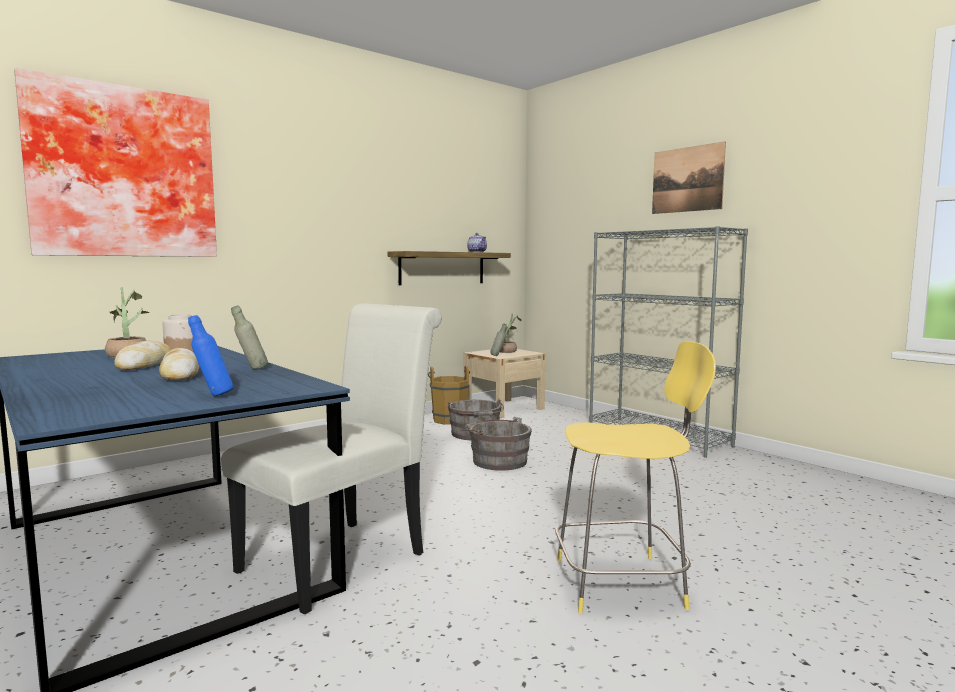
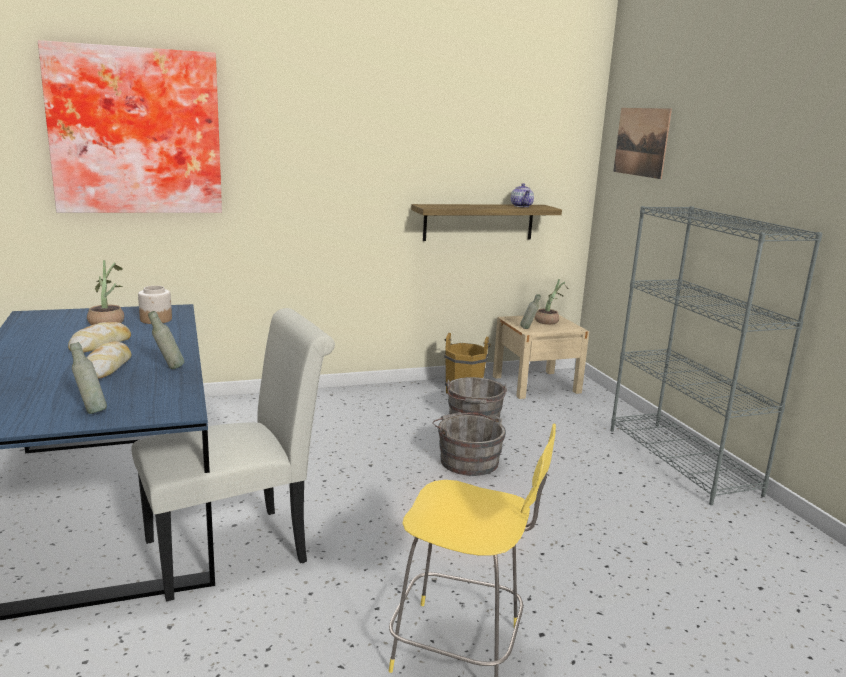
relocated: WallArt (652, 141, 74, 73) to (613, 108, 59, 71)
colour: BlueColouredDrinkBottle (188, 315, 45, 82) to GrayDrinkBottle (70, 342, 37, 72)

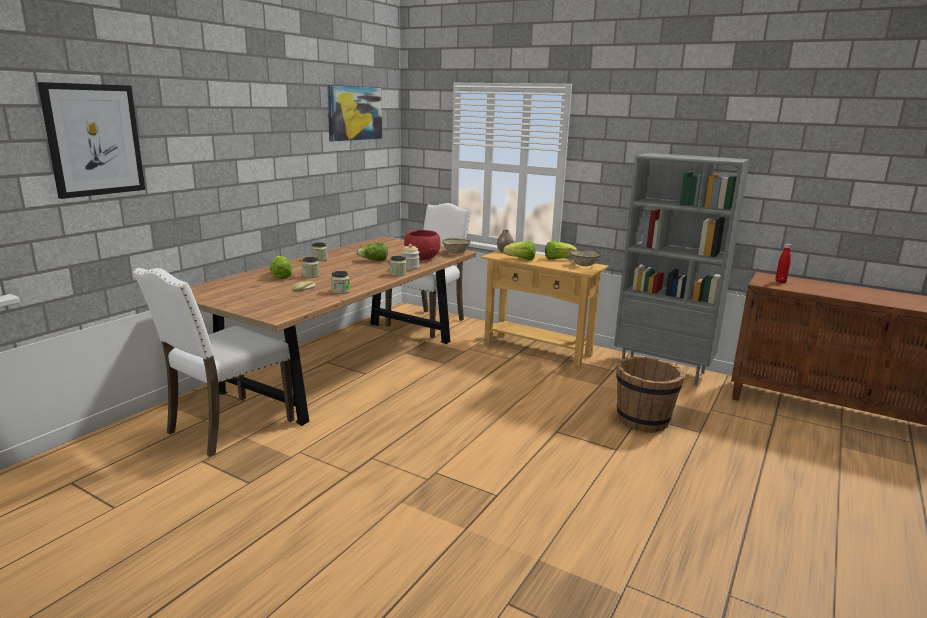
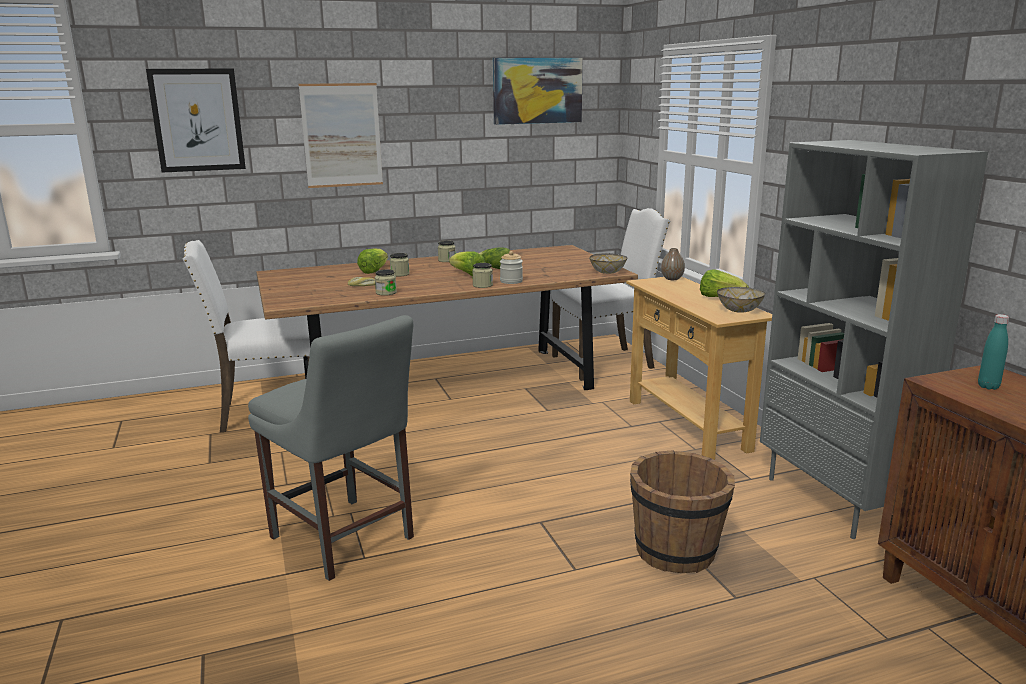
missing: ReddishBowl (404, 230, 37, 30)
appeared: WallArt (299, 83, 84, 105); GrayUprightChair (248, 315, 166, 266)
relocated: HeadOfLettuce (503, 241, 33, 19) to (449, 251, 36, 25)
colour: ReddishDrinkBottle (775, 244, 16, 39) to TurquoiseDrinkBottle (978, 314, 31, 76)

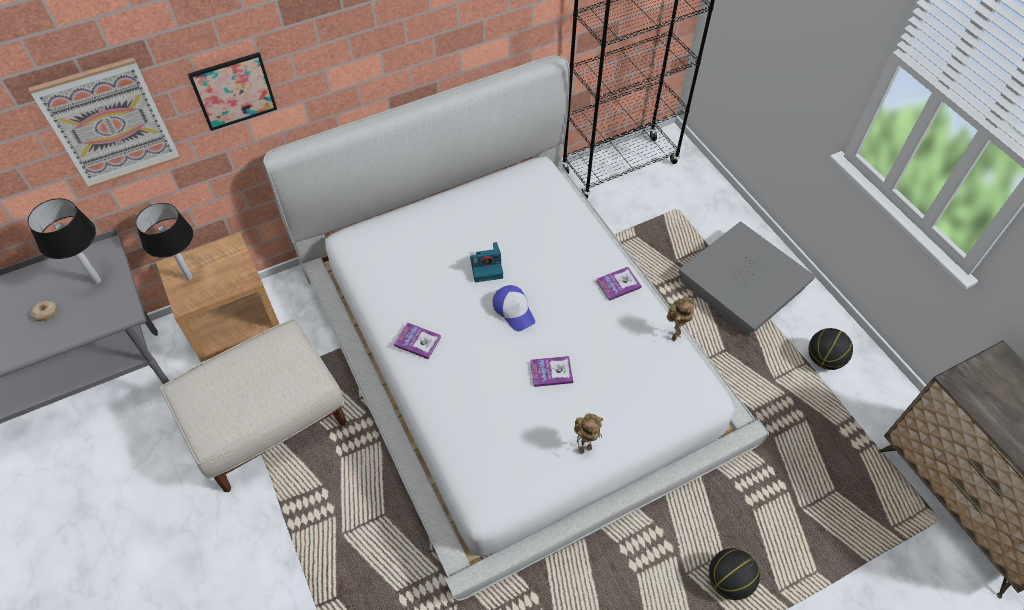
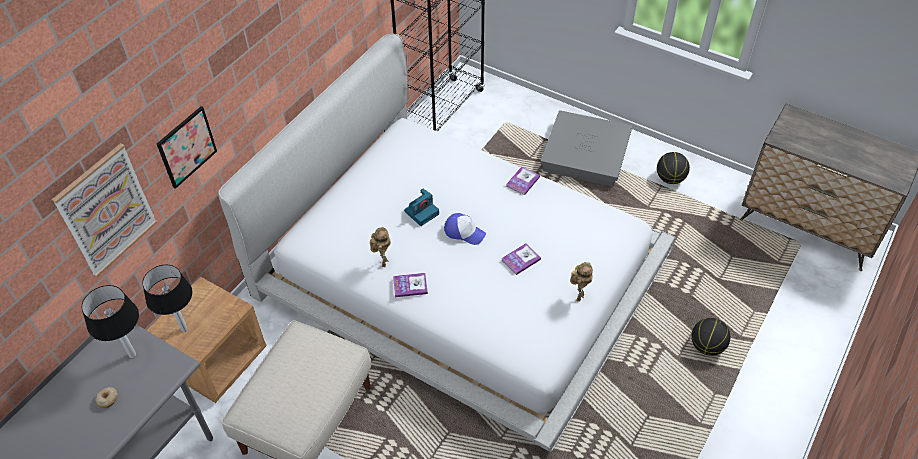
relocated: ModelRobot (667, 297, 28, 44) to (370, 227, 21, 40)

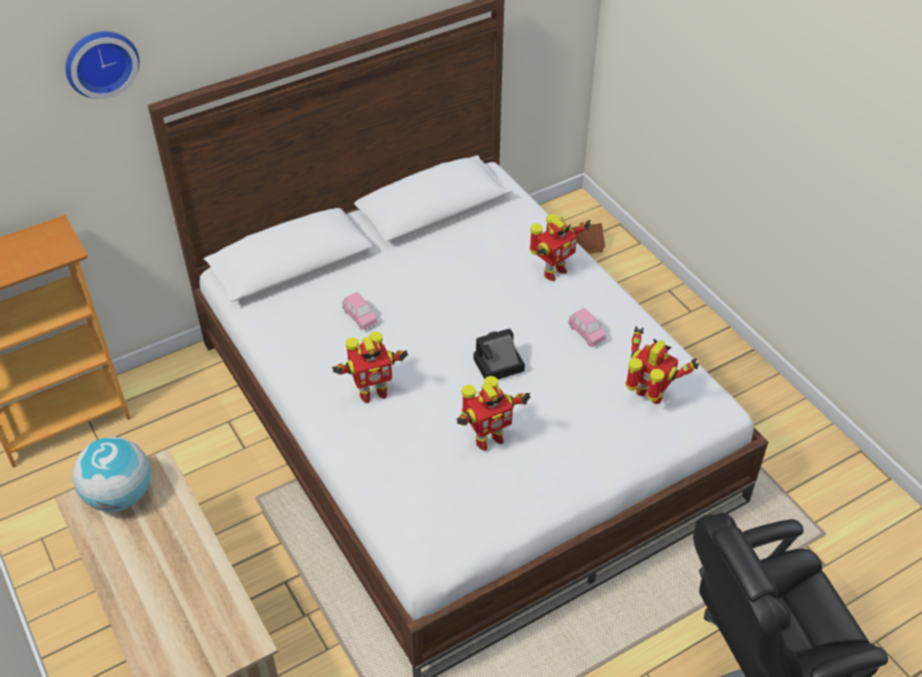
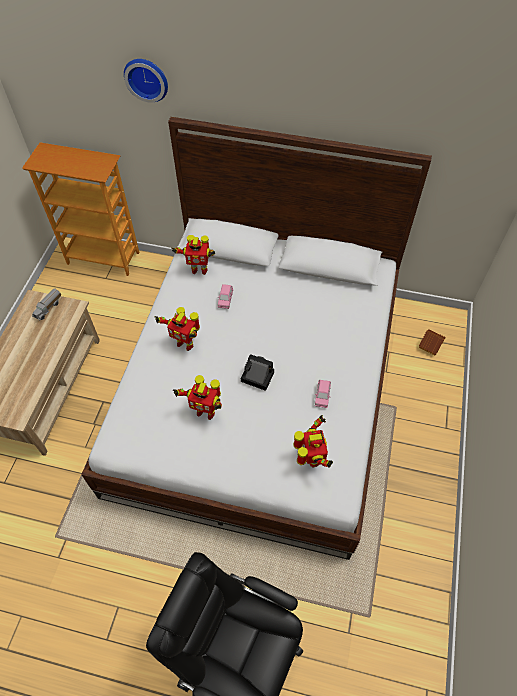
relocated: ModelRobot (530, 214, 61, 67) to (171, 235, 44, 40)
exchanged: DeskGlobe (73, 437, 78, 75) to ToyTruck (32, 288, 29, 32)

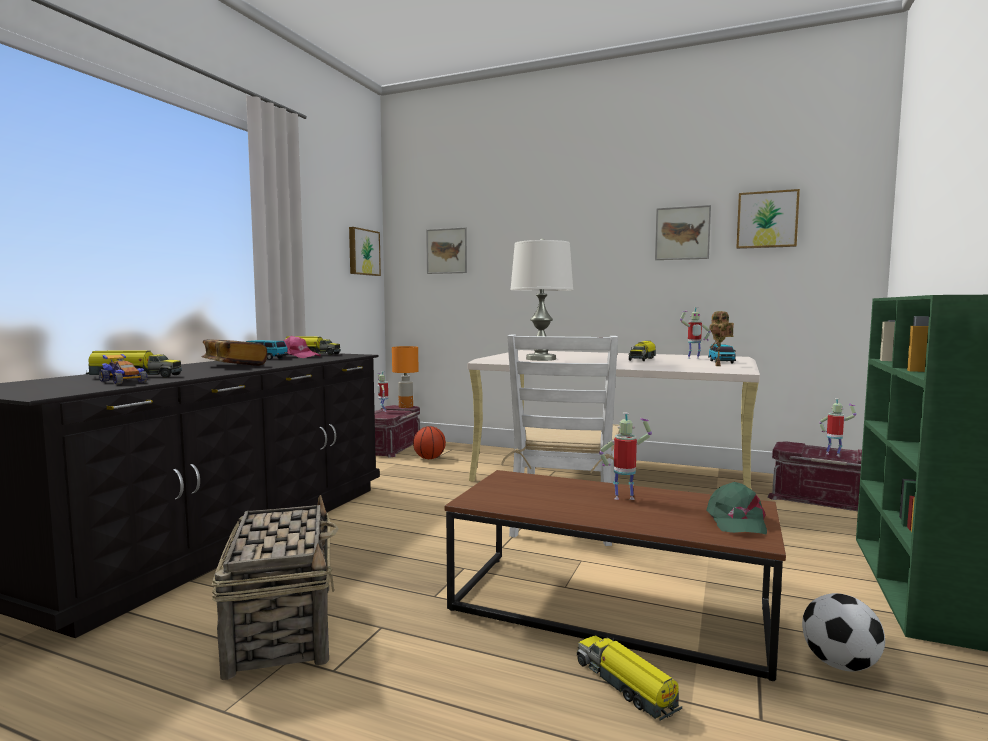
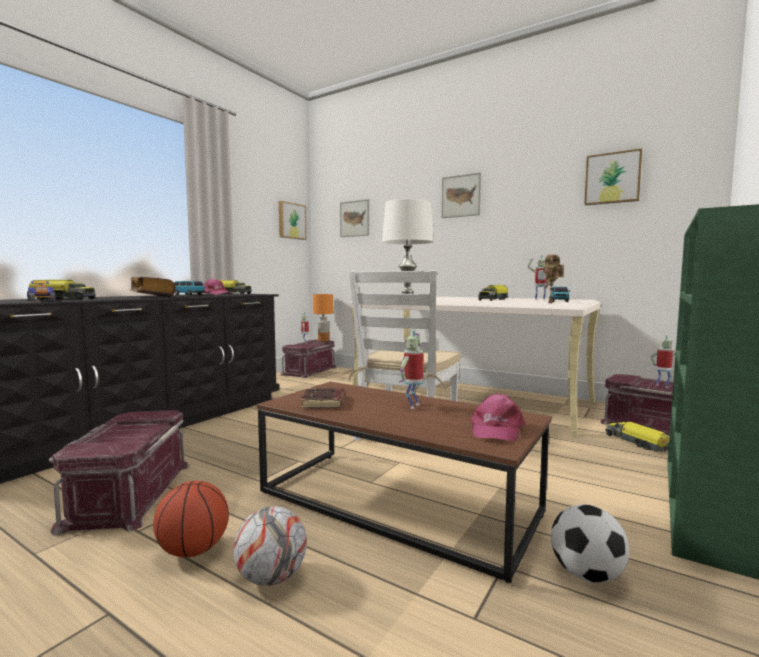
appeared: BrownVolume (301, 388, 44, 20); FootballBall (233, 506, 74, 80)
relocated: WallArt (655, 205, 56, 55) to (442, 173, 39, 45); Basketball (413, 426, 33, 33) to (153, 481, 76, 77); ToyTruck (577, 635, 105, 86) to (606, 422, 63, 30)
exchanged: Basket (212, 495, 127, 185) to ReddishStorageBox (49, 410, 141, 126)
colour: GreenCap (707, 482, 60, 53) to PinkCap (471, 393, 54, 49)
spun: ModelRobot (599, 413, 53, 87) = (399, 330, 24, 79) 75 degrees counterclockwise

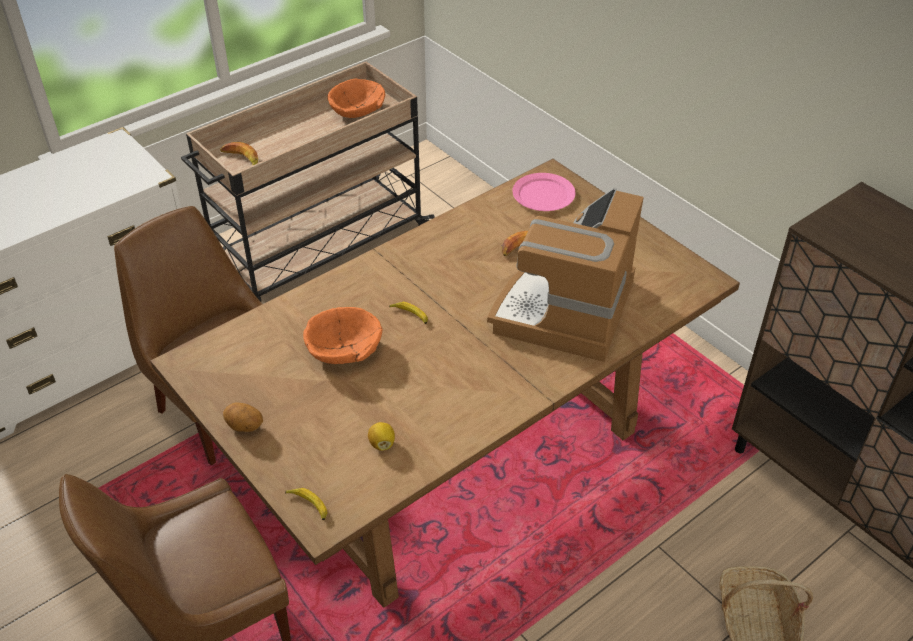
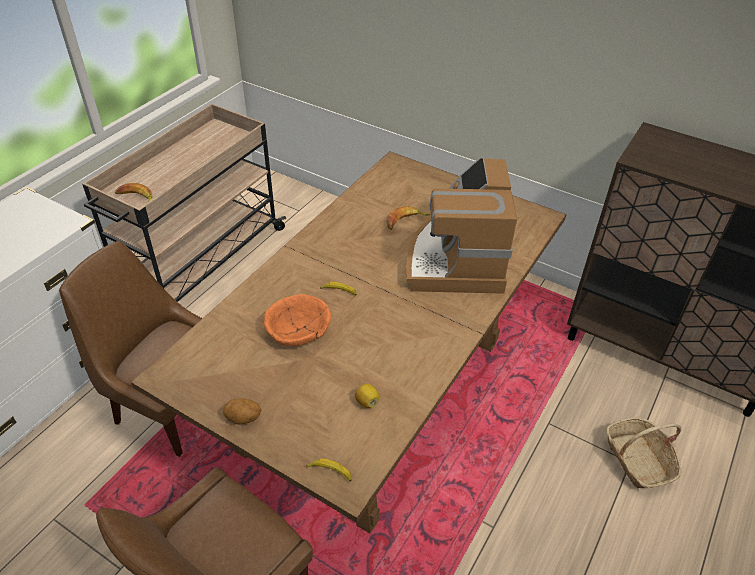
missing: OrangeyBowl (327, 79, 58, 39); PinkDinnerPlate (512, 173, 64, 38)

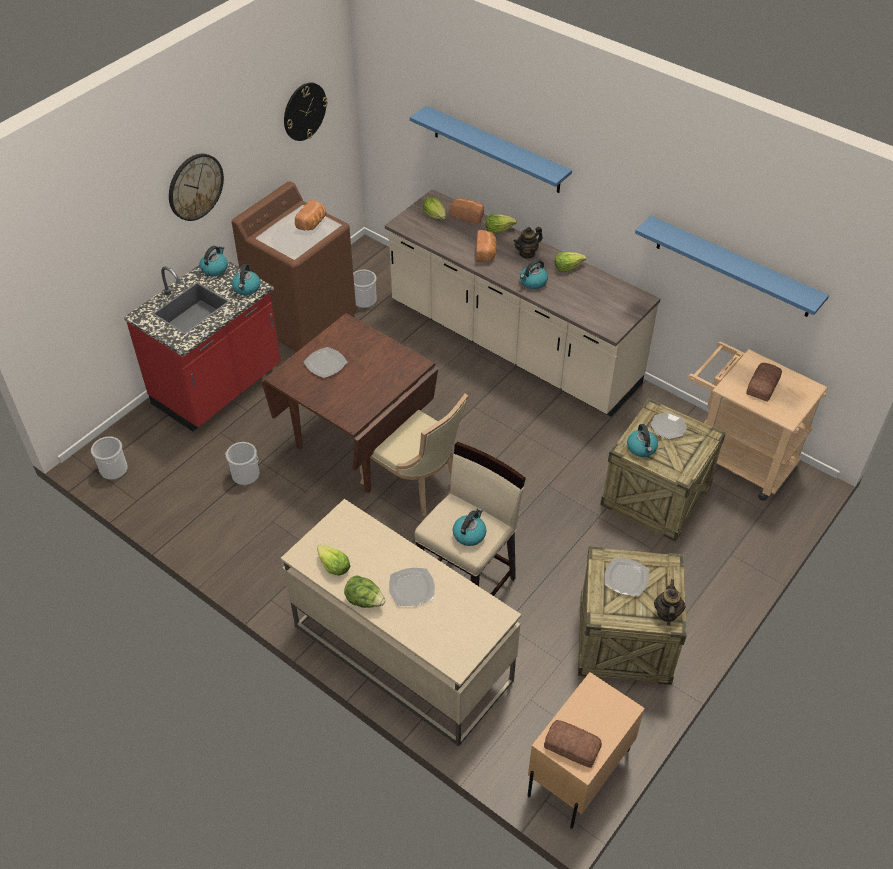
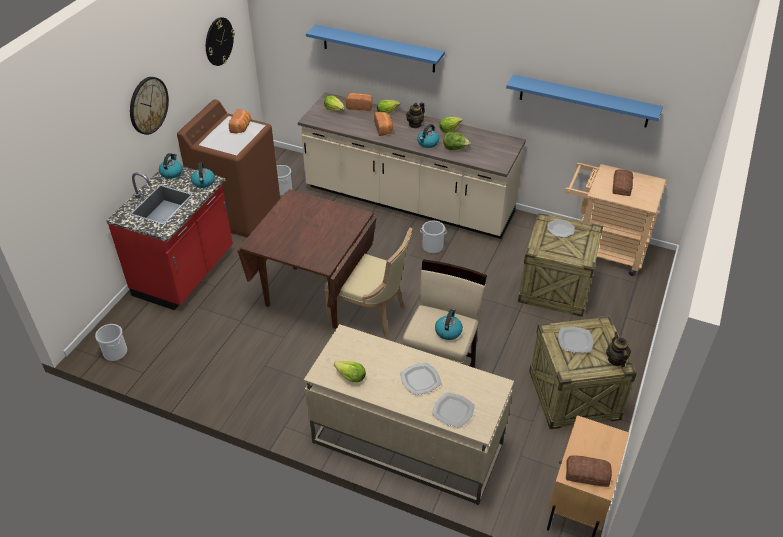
missing: WaterKettle (627, 424, 31, 33)
relocated: DinnerPlate (304, 347, 43, 31) to (432, 392, 43, 36); Bucket (225, 442, 34, 43) to (420, 221, 27, 32); HeadOfLettuce (344, 575, 41, 33) to (443, 132, 28, 18)

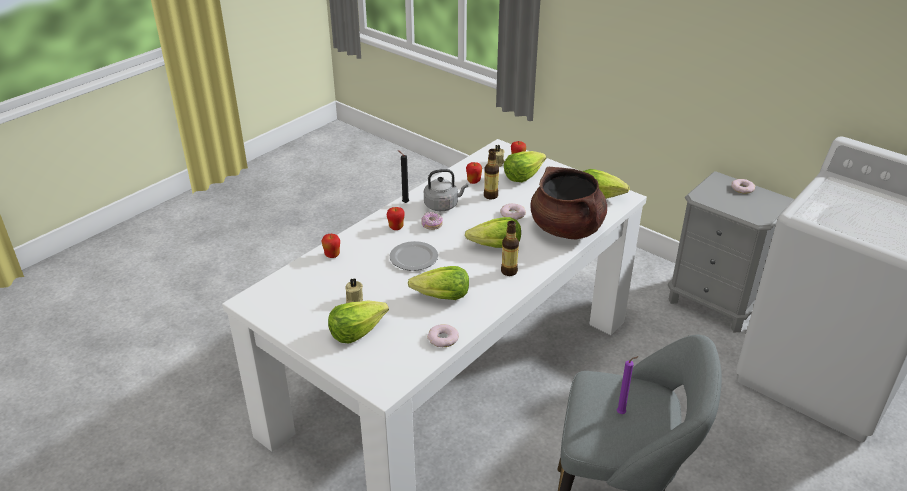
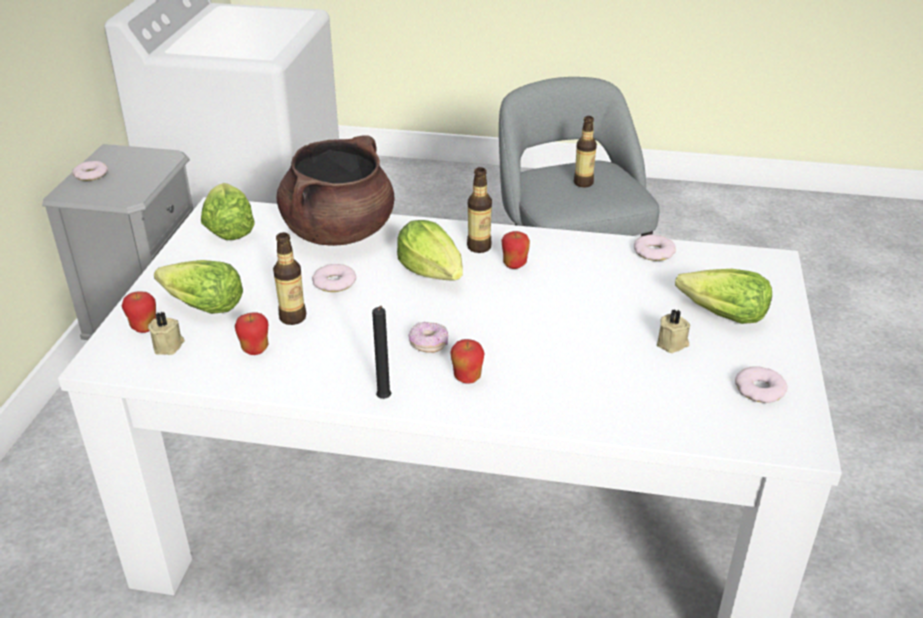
missing: GrayWaterKettle (424, 169, 44, 42); DinnerPlate (390, 241, 48, 30); HeadOfLettuce (408, 266, 61, 34)
appeared: Donut (735, 366, 52, 37)
relocated: Apple (322, 234, 18, 24) to (502, 231, 28, 38)
exchanged: PurpleColouredWaxCandle (617, 356, 22, 58) to DrinkBottle (574, 116, 23, 72)

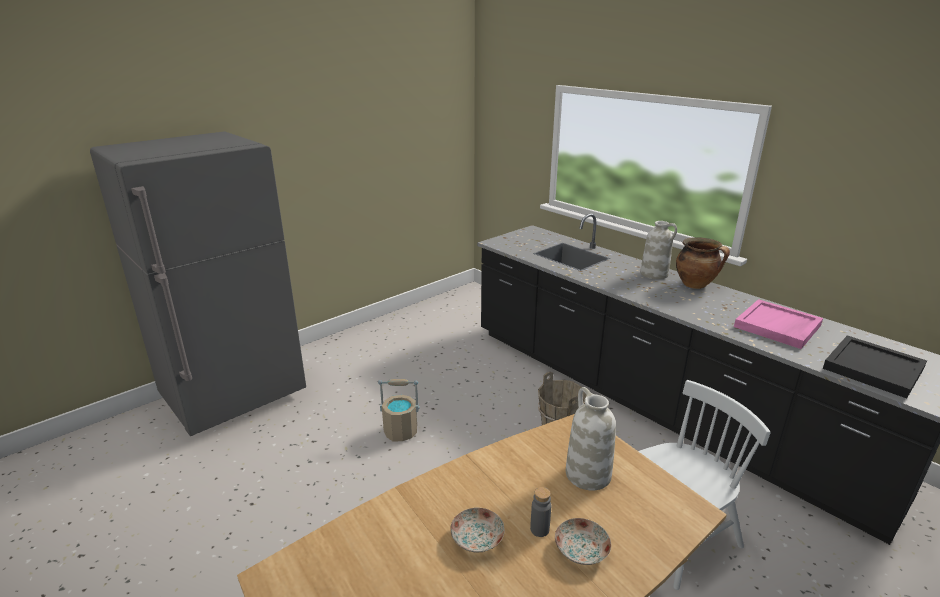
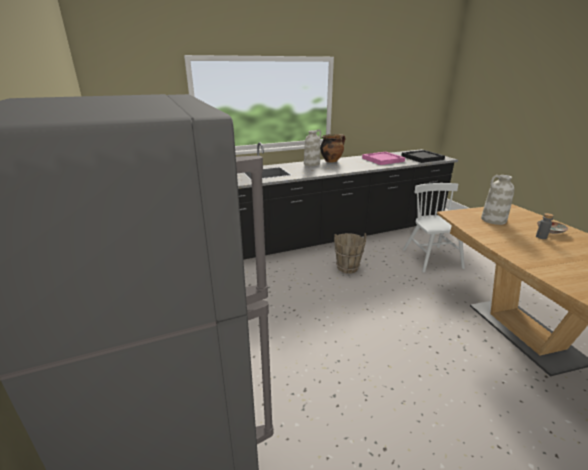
missing: BeigeColouredBucket (378, 379, 42, 62); DinnerPlate (450, 508, 55, 45)

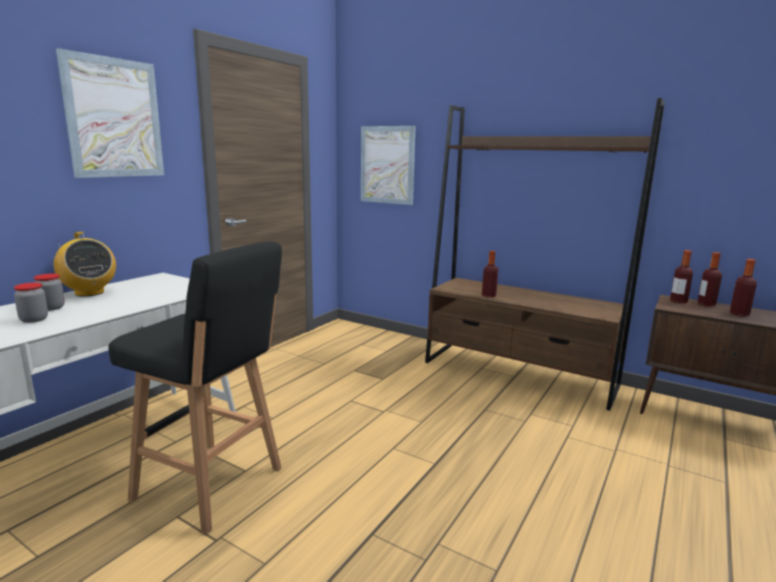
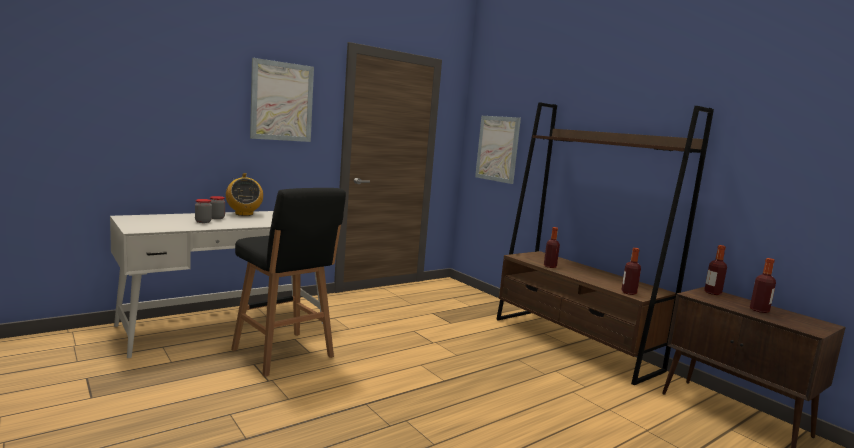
relocated: DrinkBottle (698, 252, 24, 54) to (621, 248, 20, 47)

